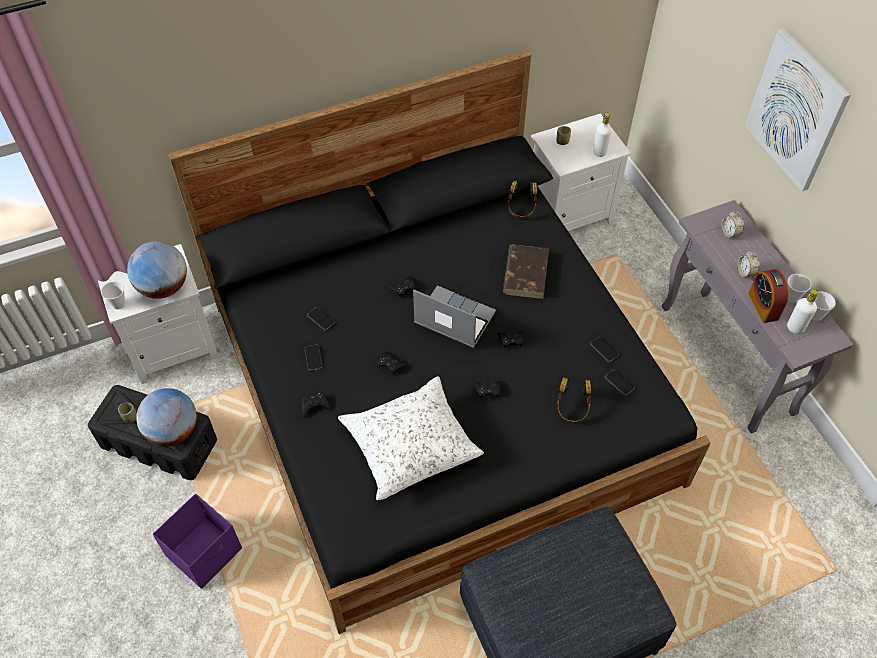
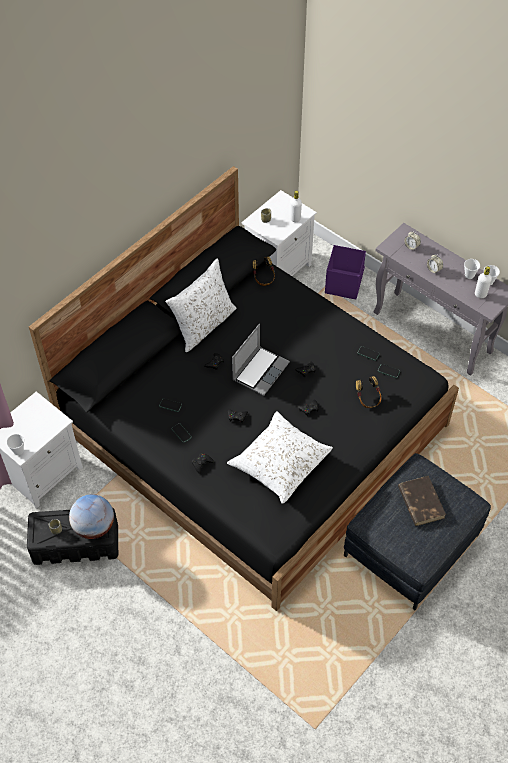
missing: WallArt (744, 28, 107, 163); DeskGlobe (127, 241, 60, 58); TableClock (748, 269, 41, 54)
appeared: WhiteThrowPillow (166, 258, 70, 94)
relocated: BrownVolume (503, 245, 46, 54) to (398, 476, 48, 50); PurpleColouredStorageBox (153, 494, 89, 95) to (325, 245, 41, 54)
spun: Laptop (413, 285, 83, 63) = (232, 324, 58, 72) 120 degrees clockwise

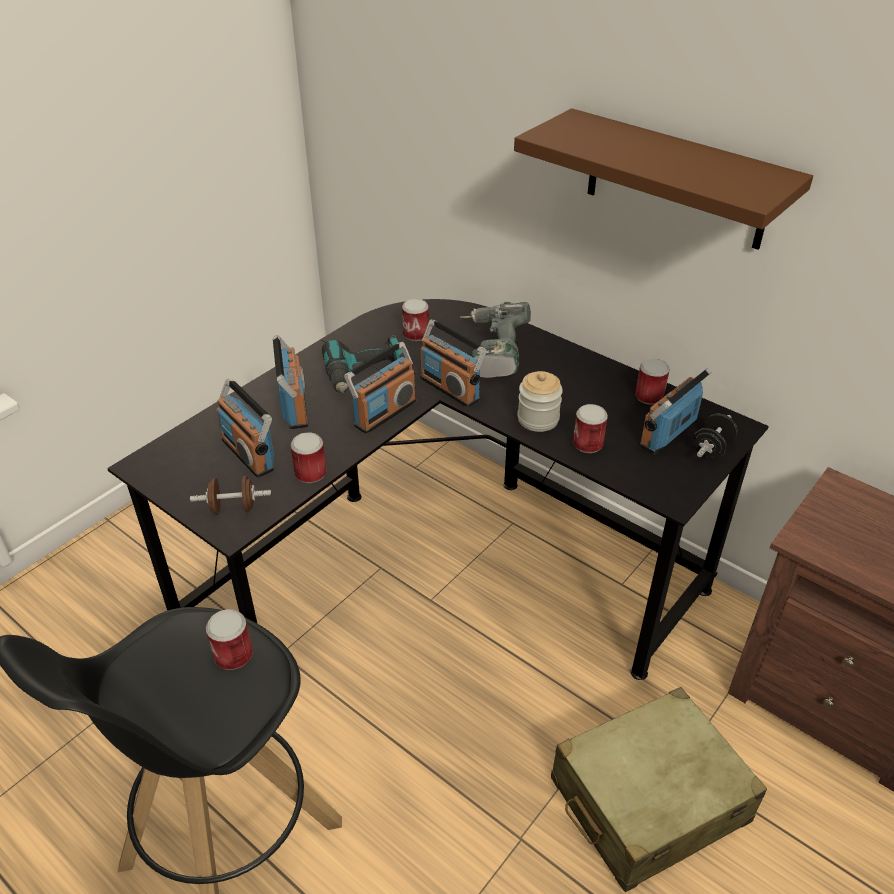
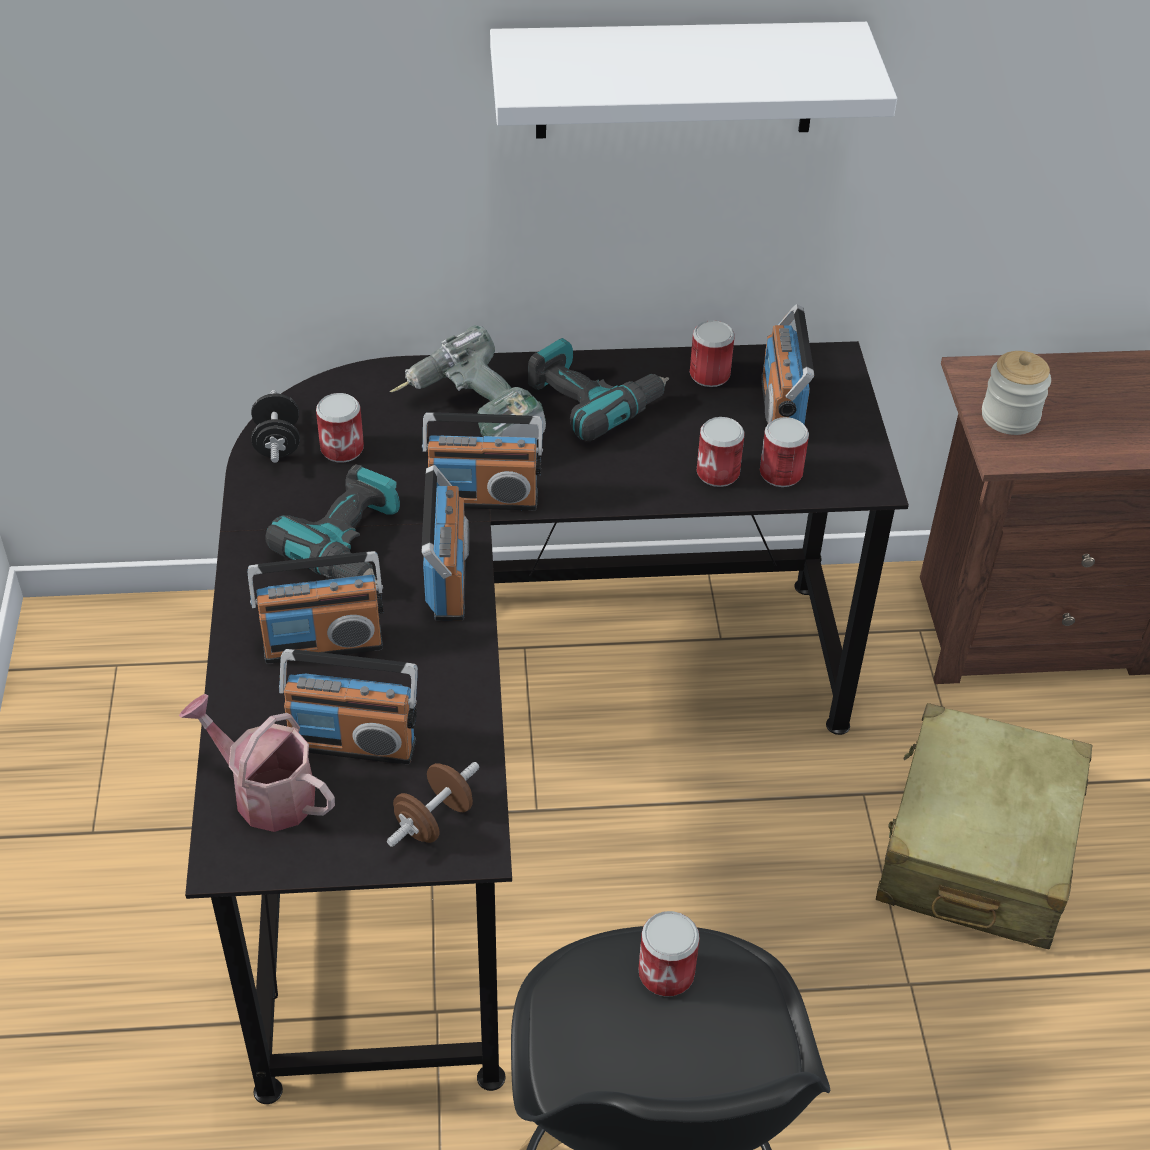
appeared: PowerDrill (528, 338, 141, 103); WateringCan (179, 694, 156, 138)
relocated: Jar (517, 371, 46, 61) to (982, 351, 69, 84); BlackColouredFreeWeight (693, 414, 45, 44) to (251, 390, 49, 73); MetalCan (290, 432, 37, 51) to (760, 417, 49, 70)
colour: BrownWallShelf (514, 108, 299, 142) to WhiteWallShelf (490, 22, 407, 117)
spun: Radio (273, 335, 35, 94) = (248, 551, 136, 113) 135 degrees clockwise

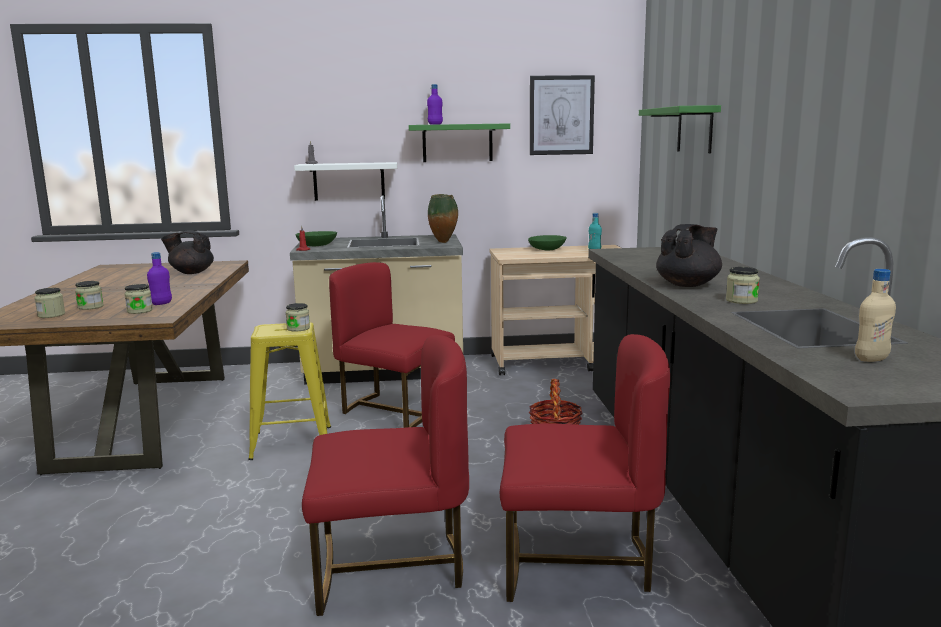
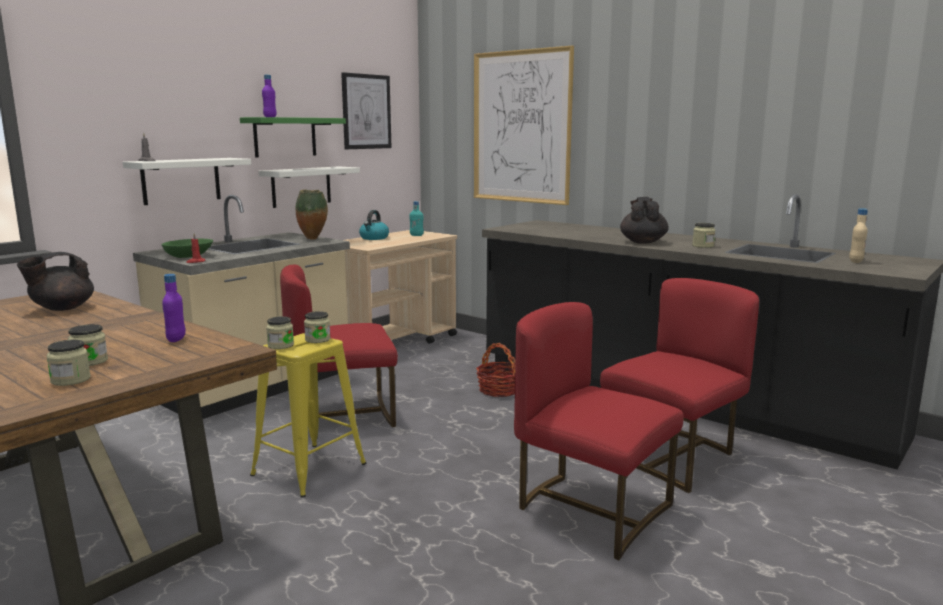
appeared: WhiteWallShelf (258, 166, 102, 42)
relocated: Jar (124, 284, 29, 30) to (266, 316, 28, 33)
exchanged: GreenWallShelf (639, 105, 82, 48) to WallArt (474, 46, 100, 159); GreenBowl (528, 235, 39, 16) to WaterKettle (359, 210, 30, 30)
spun: ReddishUprightChair (302, 335, 167, 281) = (514, 302, 169, 258) 90 degrees counterclockwise

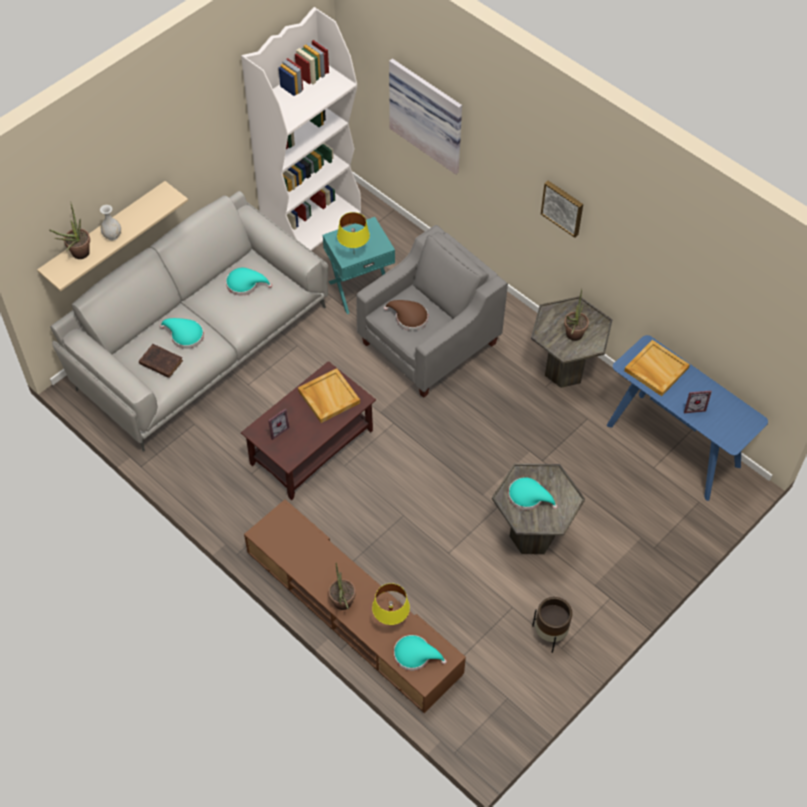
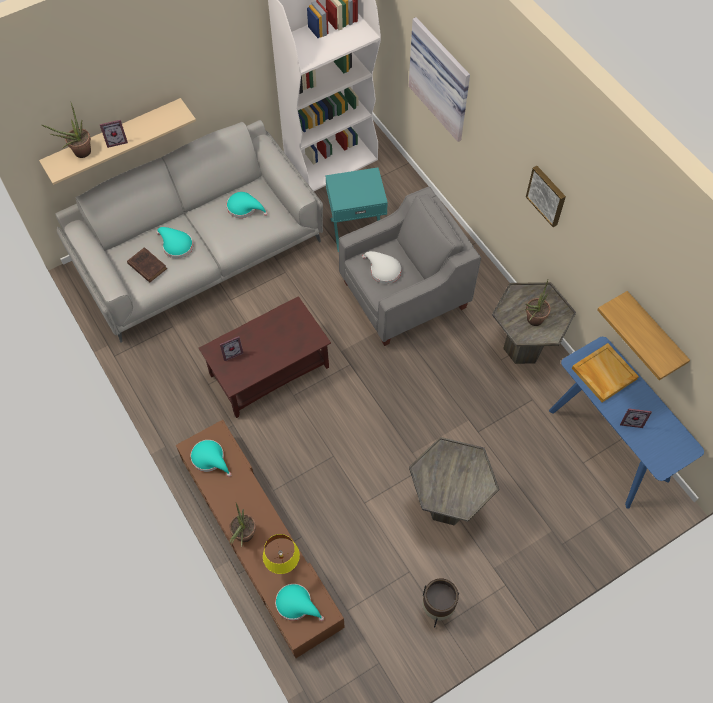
missing: YellowishTableLamp (337, 212, 33, 36); BeigeColouredCarryingTray (298, 368, 62, 55)
appeared: WallShelf (597, 291, 93, 89)
relocated: TurquoiseHat (508, 477, 50, 33) to (190, 440, 42, 37)
exchanged: WhiteVase (100, 205, 21, 35) to PhotoFrame (100, 120, 28, 28)
colour: BrownHat (383, 300, 45, 31) to WhiteHat (362, 251, 39, 33)

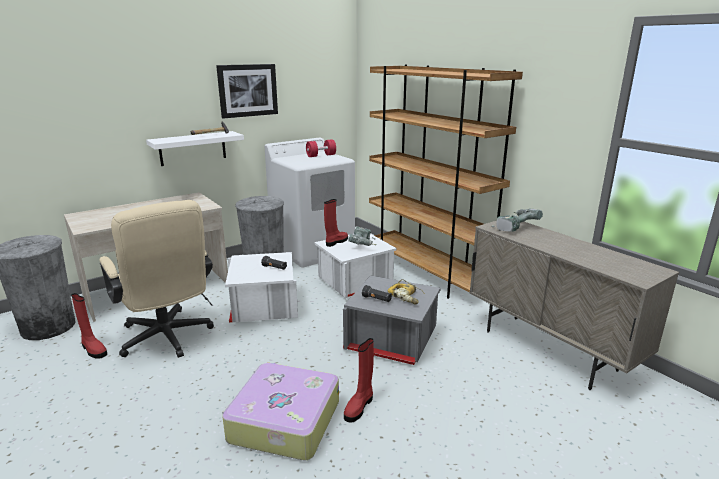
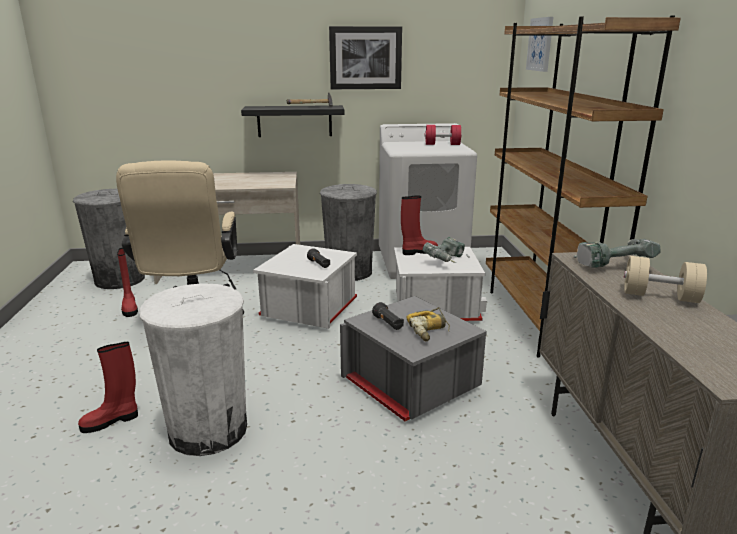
appeared: WallArt (526, 17, 27, 55); BeigeColouredFreeWeight (624, 256, 83, 47)
relocated: ReddishHighTopBoot (344, 338, 30, 85) to (78, 342, 60, 91)
exchanged: TravelCase (222, 363, 117, 98) to WhiteTrashCan (139, 283, 108, 173)
colour: WhiteWallShelf (146, 131, 98, 35) to BlackColouredWallShelf (241, 105, 103, 32)

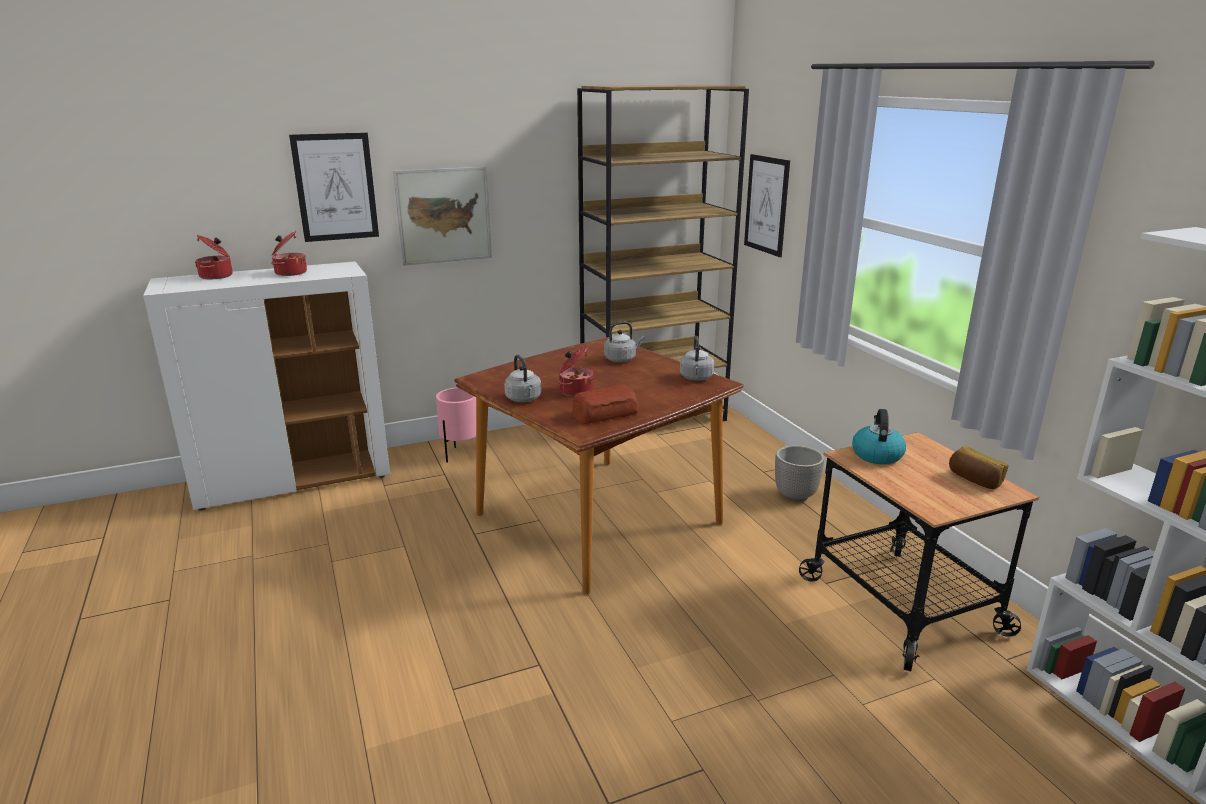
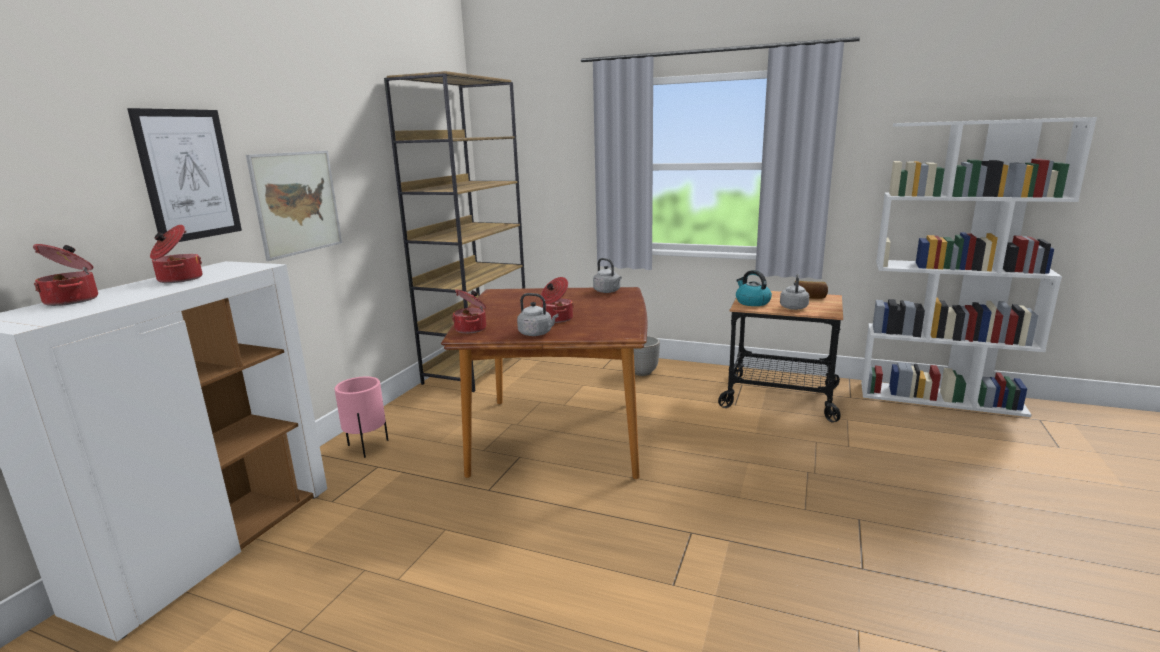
missing: WallArt (744, 154, 46, 103); BakeryBread (572, 385, 66, 39)
appeared: CookingPot (452, 290, 34, 43)
relocated: GrayWaterKettle (604, 322, 40, 40) to (780, 274, 29, 36)

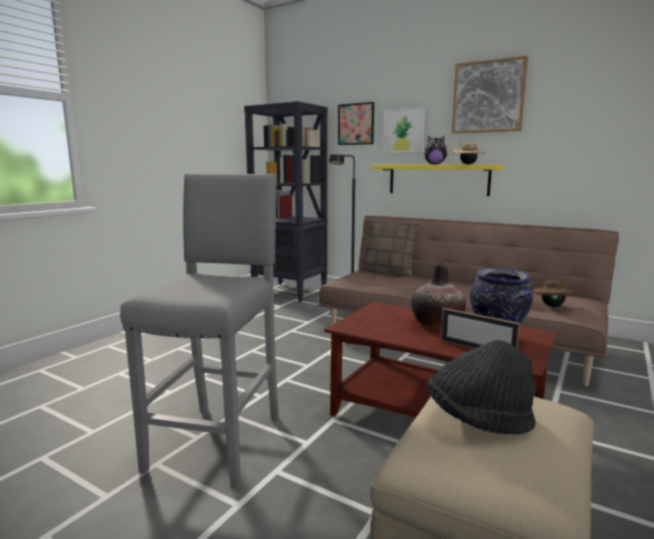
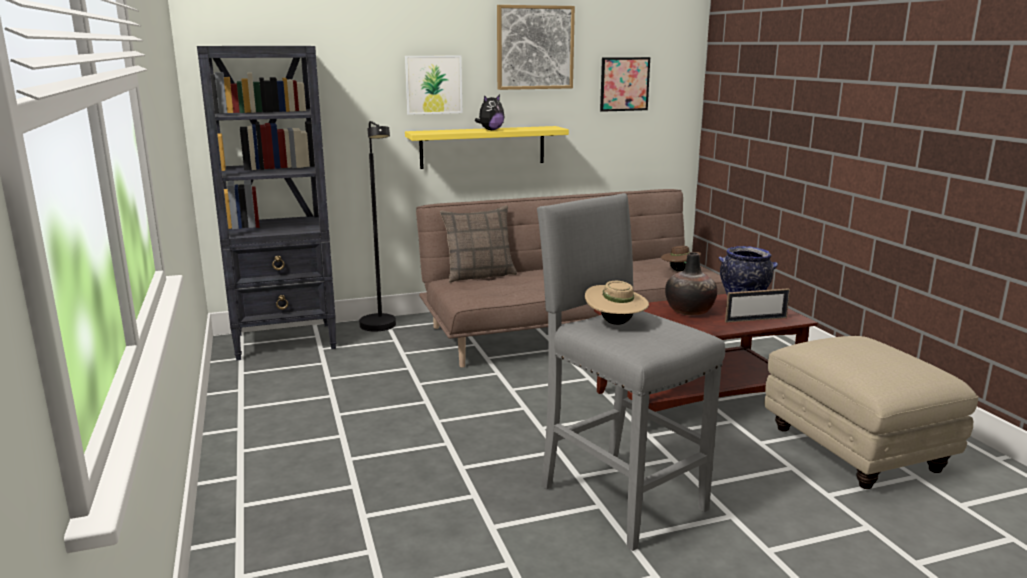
missing: BlackColouredHat (428, 340, 108, 94)
relocated: WallArt (338, 102, 36, 43) to (600, 57, 50, 55); BeigeColouredHat (452, 143, 33, 21) to (585, 281, 64, 44)

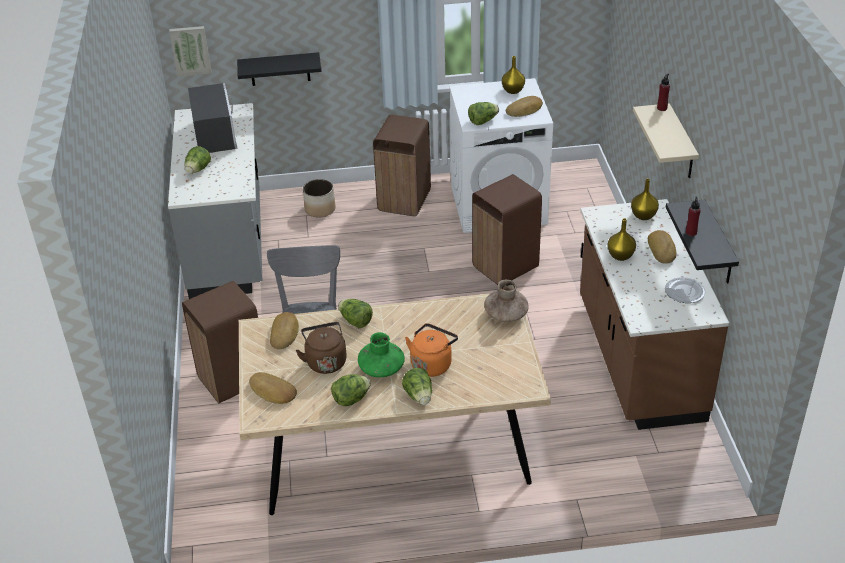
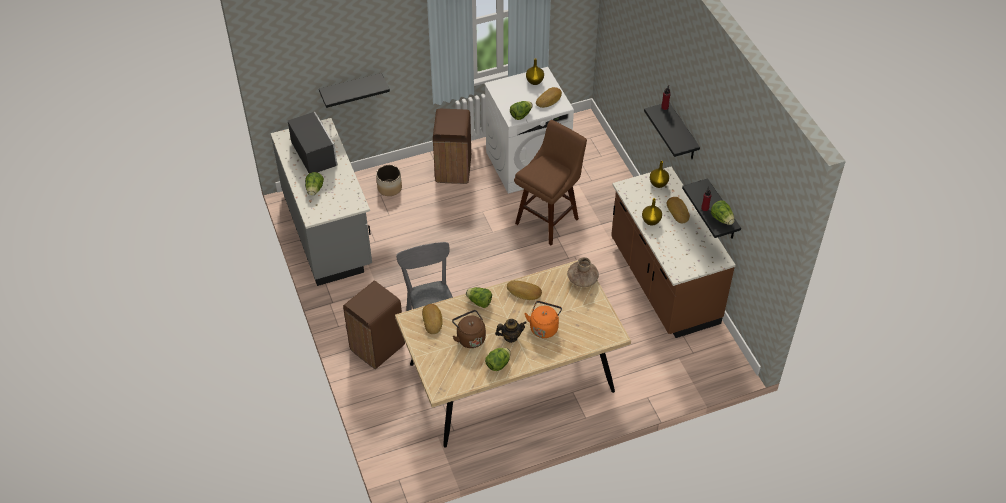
missing: WallArt (169, 26, 42, 50); DinnerPlate (665, 277, 40, 26)
relocated: HeadOfLettuce (402, 368, 30, 37) to (711, 200, 24, 25); BakeryBread (249, 372, 48, 32) to (507, 280, 35, 20)
exchanged: BrownTrashCan (472, 175, 70, 110) to BrownStoolSeat (514, 120, 73, 125); GreenVase (358, 332, 47, 45) to Teapot (495, 319, 32, 24)
colour: BeigeColouredWallShelf (633, 103, 66, 75) to BlackColouredWallShelf (644, 102, 56, 57)

